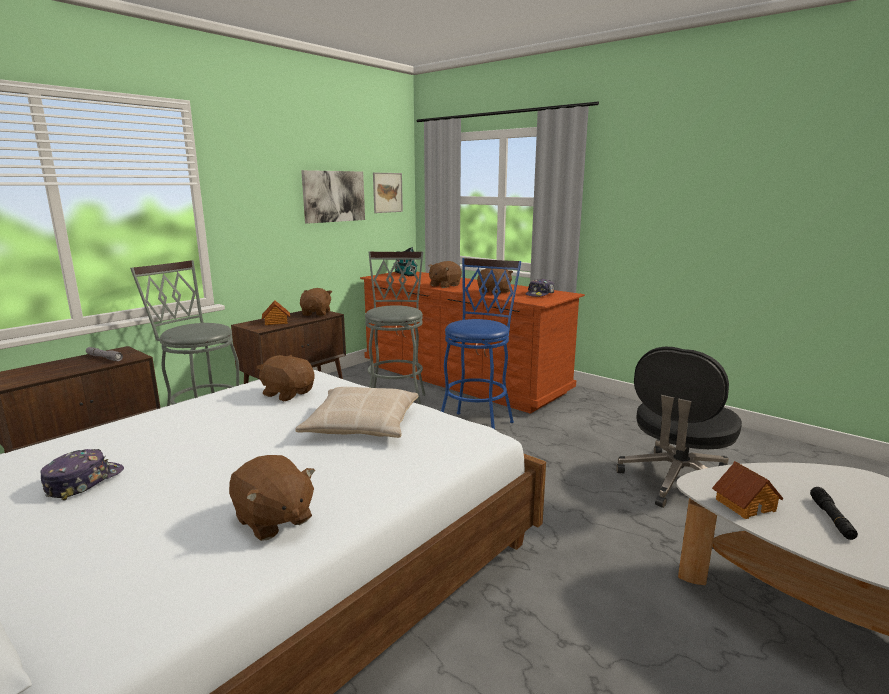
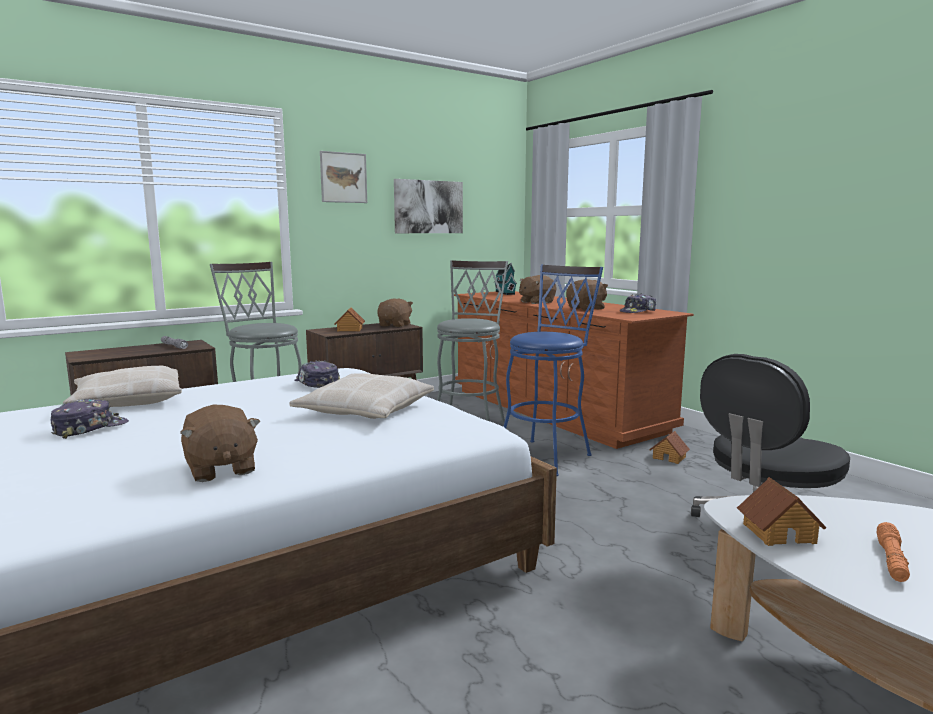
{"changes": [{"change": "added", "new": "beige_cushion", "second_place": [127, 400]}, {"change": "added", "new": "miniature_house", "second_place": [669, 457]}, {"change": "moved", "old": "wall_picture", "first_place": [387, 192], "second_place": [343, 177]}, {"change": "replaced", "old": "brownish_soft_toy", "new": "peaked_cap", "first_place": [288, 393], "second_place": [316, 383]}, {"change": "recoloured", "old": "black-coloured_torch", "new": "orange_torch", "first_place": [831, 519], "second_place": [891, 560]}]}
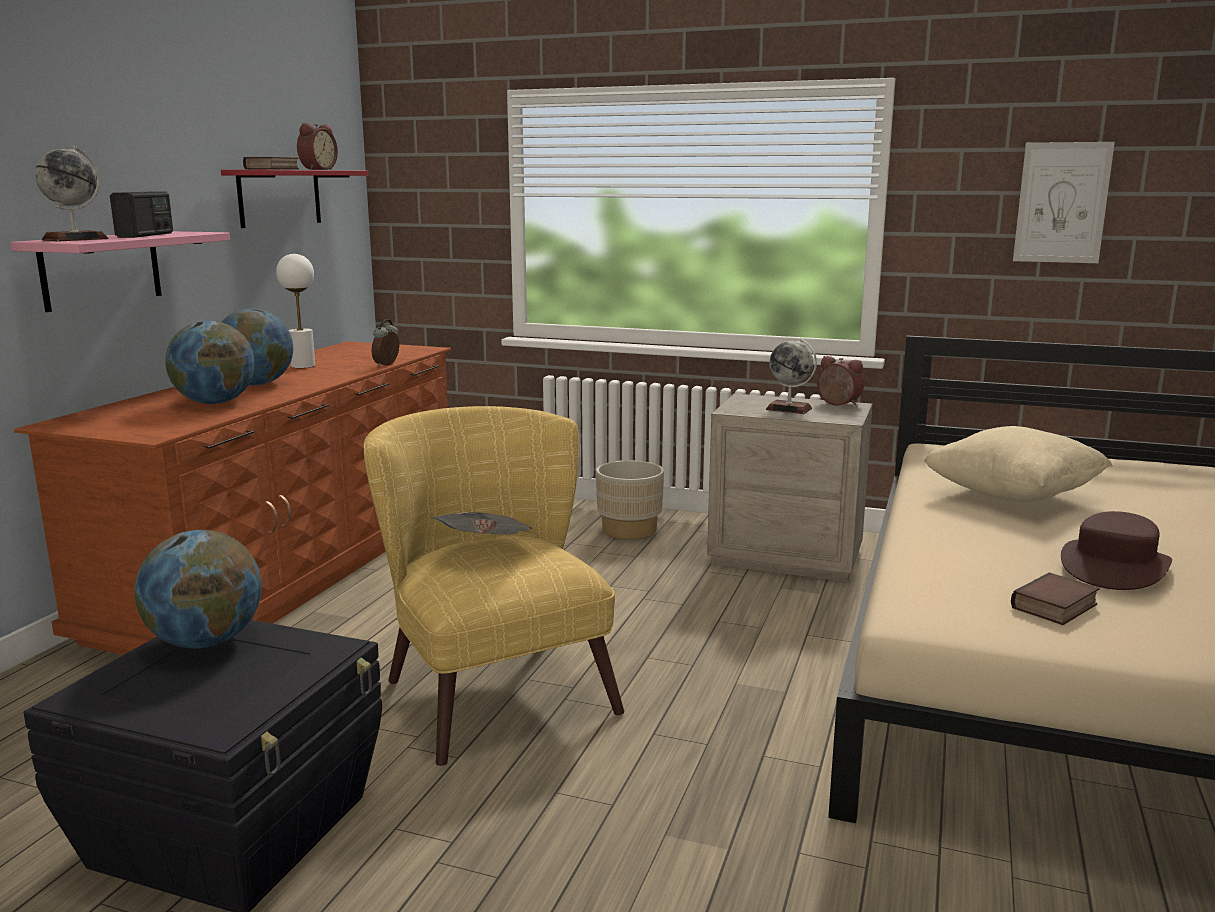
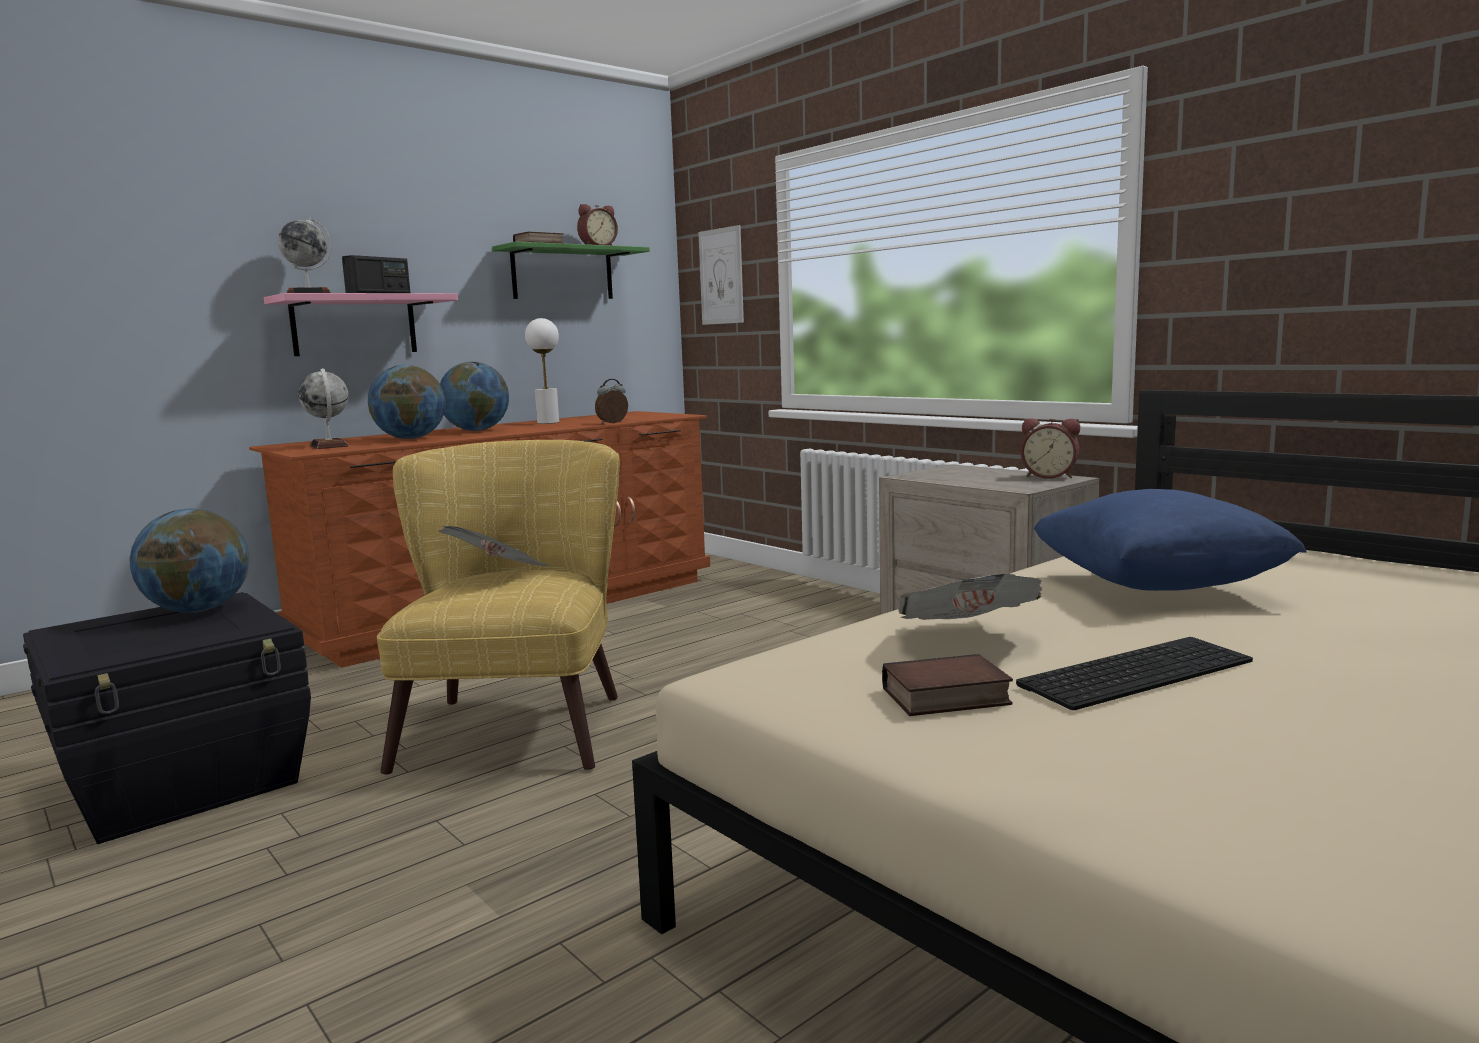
{"changes": [{"change": "removed", "old": "beige_flower_pot", "first_place": [629, 530]}, {"change": "added", "new": "newspaper", "second_place": [967, 639]}, {"change": "moved", "old": "globe", "first_place": [789, 409], "second_place": [329, 446]}, {"change": "moved", "old": "wall_picture", "first_place": [1062, 203], "second_place": [721, 276]}, {"change": "replaced", "old": "brownish_wearable_hat", "new": "computer_keyboard", "first_place": [1114, 567], "second_place": [1134, 671]}, {"change": "recoloured", "old": "reddish_bracket_shelf", "new": "green-coloured_bracket_shelf", "first_place": [280, 197], "second_place": [562, 274]}, {"change": "recoloured", "old": "beige_cushion", "new": "blue-coloured_cushion", "first_place": [1012, 497], "second_place": [1156, 588]}, {"change": "turned", "old": "alarm_clock", "first_place": [837, 404], "second_place": [1049, 476], "degrees": 135}]}
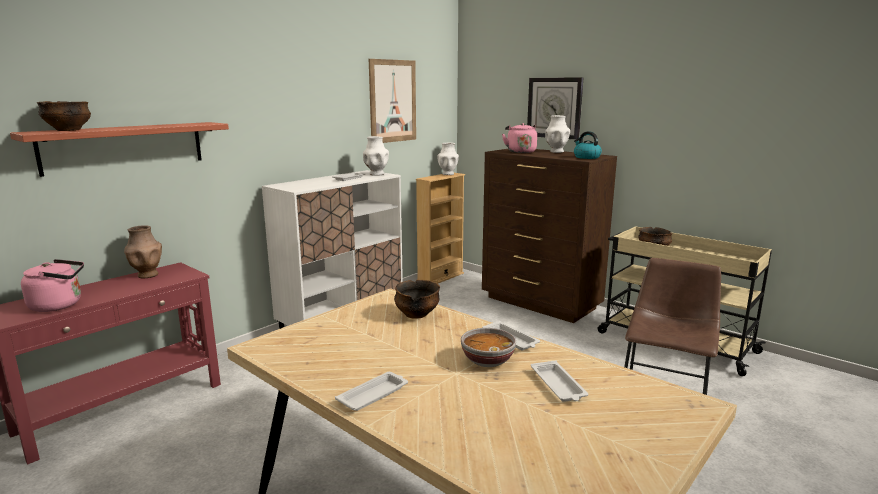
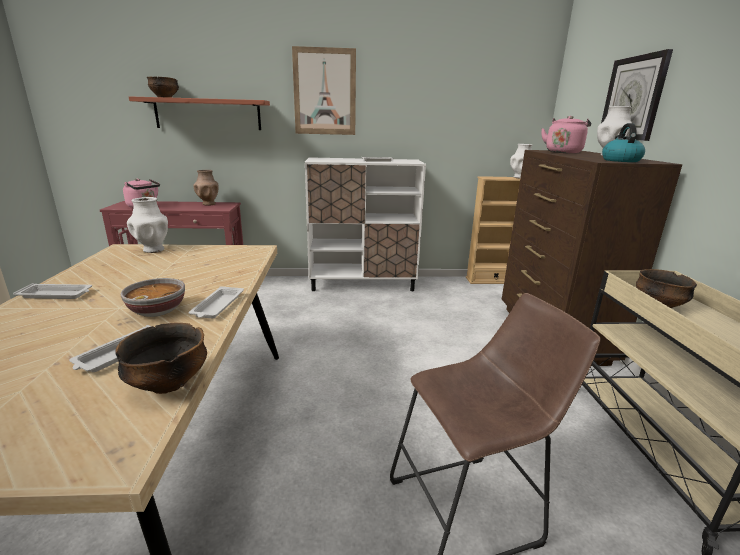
{"changes": [{"change": "moved", "old": "whitish_vase", "first_place": [376, 174], "second_place": [153, 250]}, {"change": "moved", "old": "wall_picture", "first_place": [393, 101], "second_place": [324, 92]}, {"change": "moved", "old": "deep_dish", "first_place": [416, 315], "second_place": [168, 384]}]}
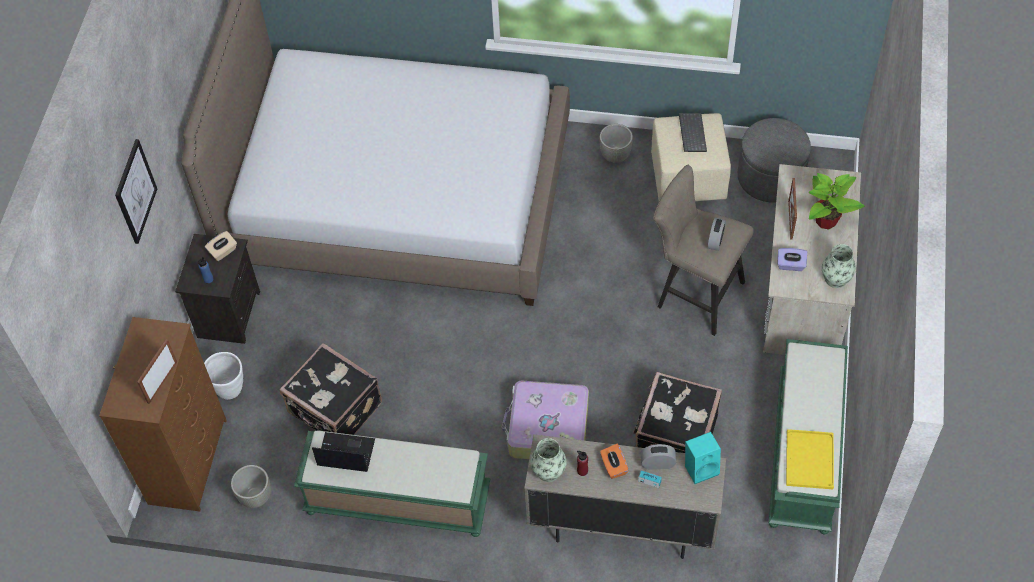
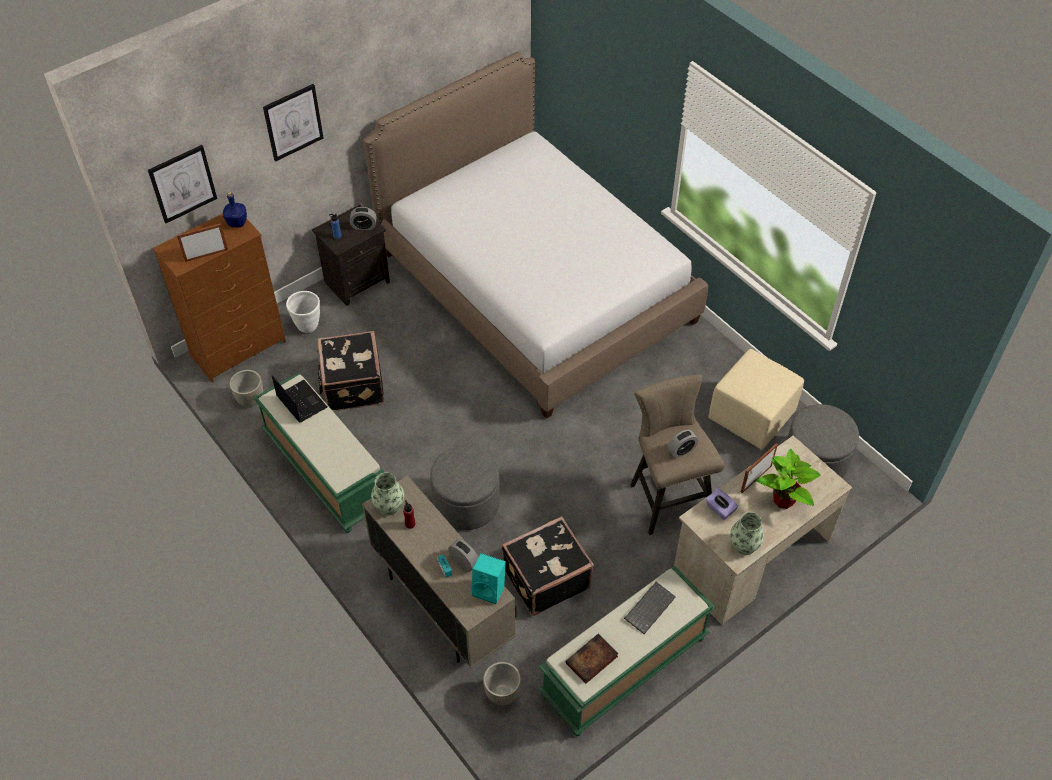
{"changes": [{"change": "removed", "old": "orange_tissue_holder", "first_place": [613, 466]}, {"change": "added", "new": "wall_picture", "second_place": [182, 183]}, {"change": "added", "new": "blue-coloured_beverage_bottle", "second_place": [237, 223]}, {"change": "moved", "old": "gray_flower_pot", "first_place": [615, 155], "second_place": [502, 693]}, {"change": "moved", "old": "computer_keyboard", "first_place": [691, 133], "second_place": [649, 607]}, {"change": "replaced", "old": "beige_tissue_holder", "new": "alarm_clock", "first_place": [223, 251], "second_place": [364, 226]}, {"change": "replaced", "old": "piece_of_luggage", "new": "gray_ottoman", "first_place": [547, 428], "second_place": [466, 503]}, {"change": "replaced", "old": "yellow_serving_tray", "new": "volume", "first_place": [810, 461], "second_place": [591, 661]}]}
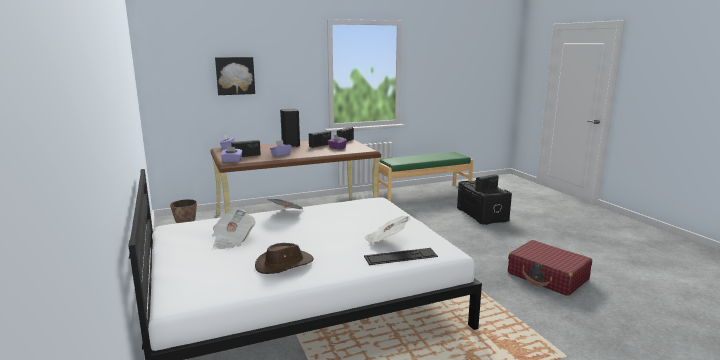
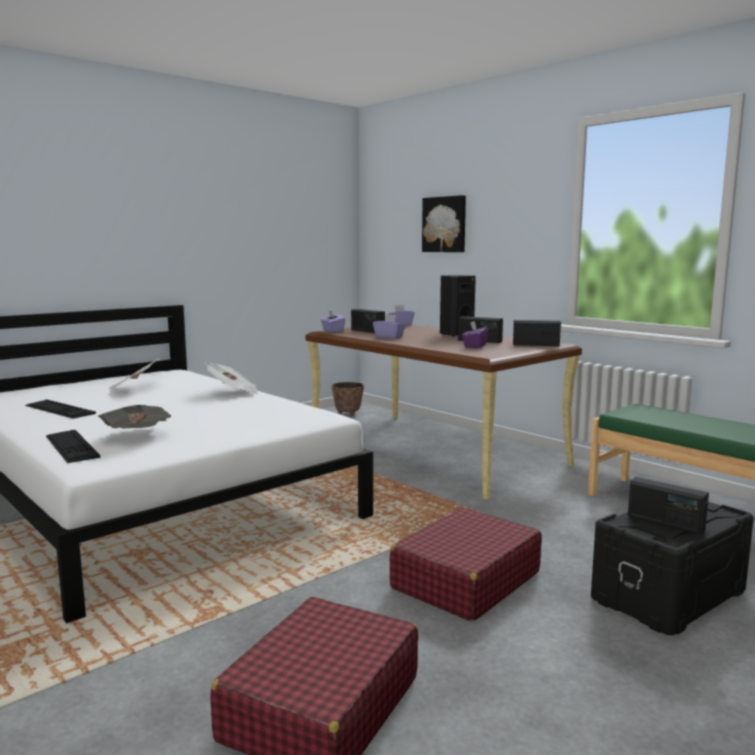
{"changes": [{"change": "added", "new": "reddish_piece_of_luggage", "second_place": [465, 581]}, {"change": "replaced", "old": "brownish_wearable_hat", "new": "computer_keyboard", "first_place": [284, 264], "second_place": [59, 409]}]}
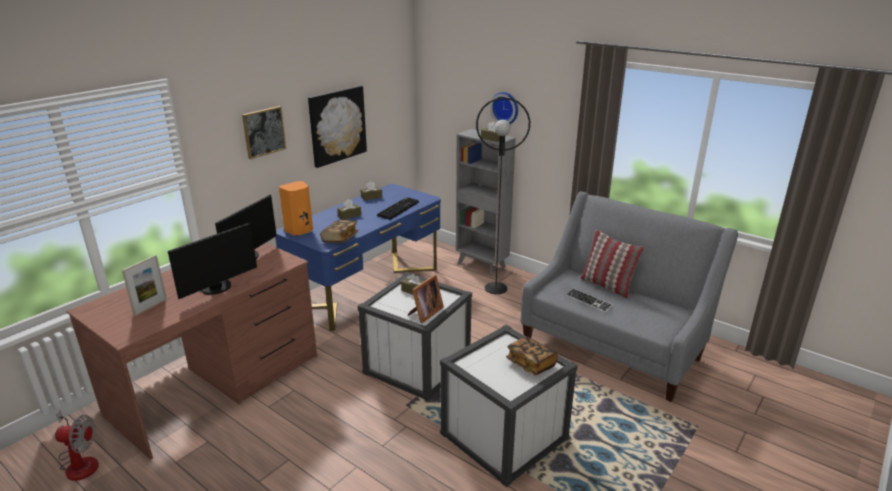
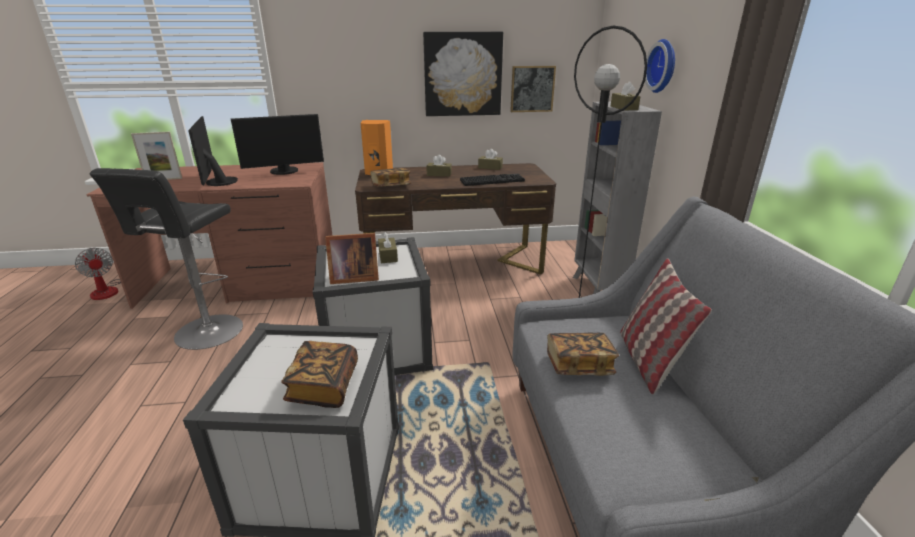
{"changes": [{"change": "added", "new": "black-coloured_sitting_stool", "second_place": [206, 334]}, {"change": "moved", "old": "wall_picture", "first_place": [264, 132], "second_place": [532, 89]}, {"change": "replaced", "old": "computer_keyboard", "new": "volume", "first_place": [588, 301], "second_place": [579, 365]}, {"change": "recoloured", "old": "blue-coloured_desk_table", "new": "brownish_desk_table", "first_place": [367, 287], "second_place": [454, 263]}, {"change": "turned", "old": "monitor", "first_place": [217, 288], "second_place": [218, 182], "degrees": 75}]}
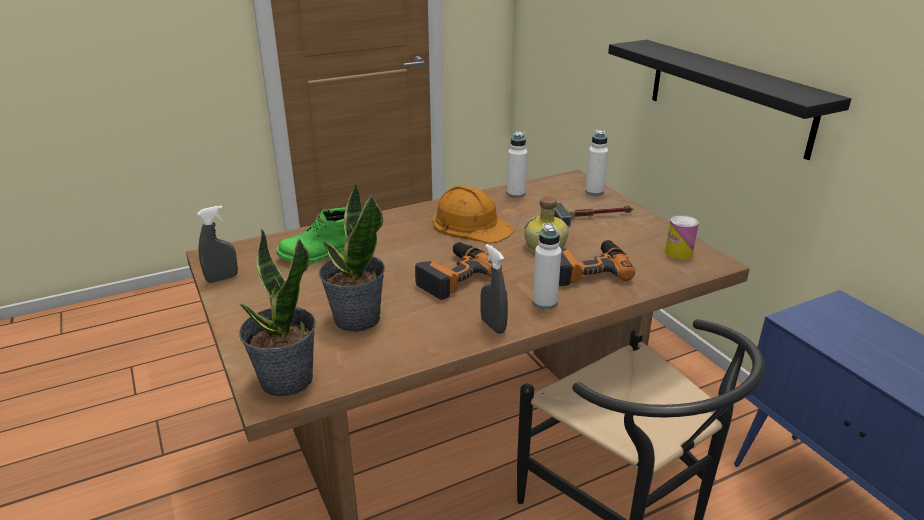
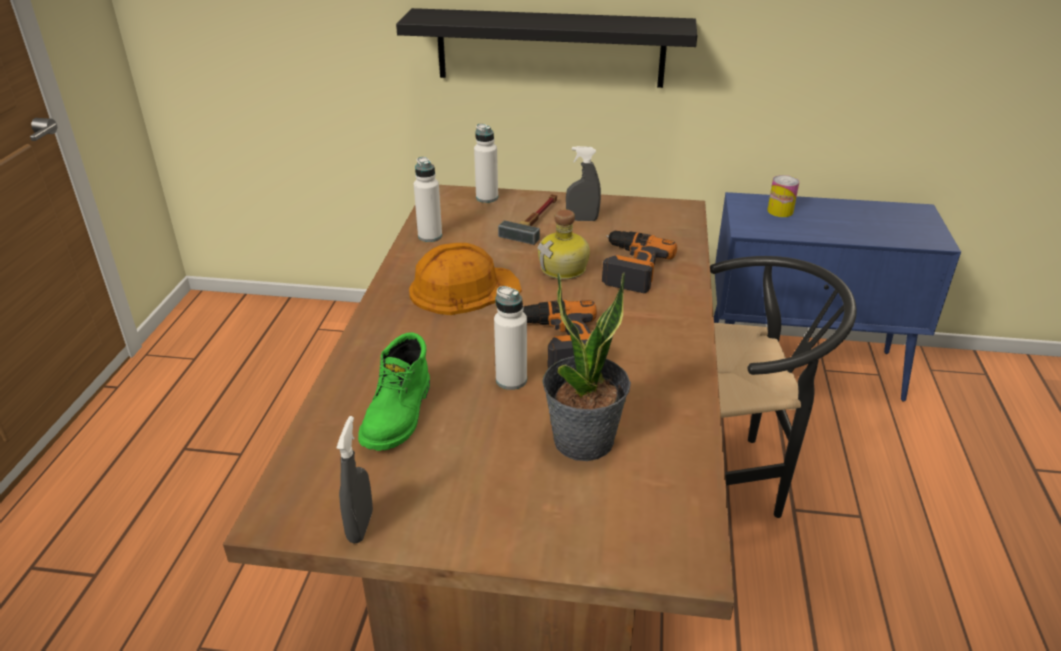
{"changes": [{"change": "removed", "old": "potted_plant", "first_place": [286, 380]}, {"change": "moved", "old": "gray_spray_bottle", "first_place": [493, 326], "second_place": [582, 219]}, {"change": "moved", "old": "whitish_beverage_bottle", "first_place": [544, 302], "second_place": [511, 380]}, {"change": "moved", "old": "metal_can", "first_place": [678, 253], "second_place": [780, 211]}]}
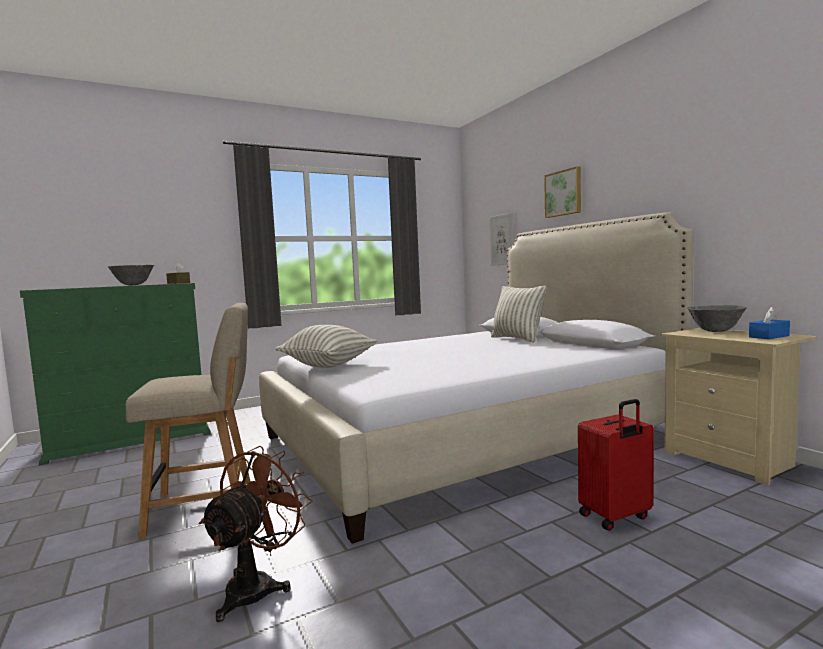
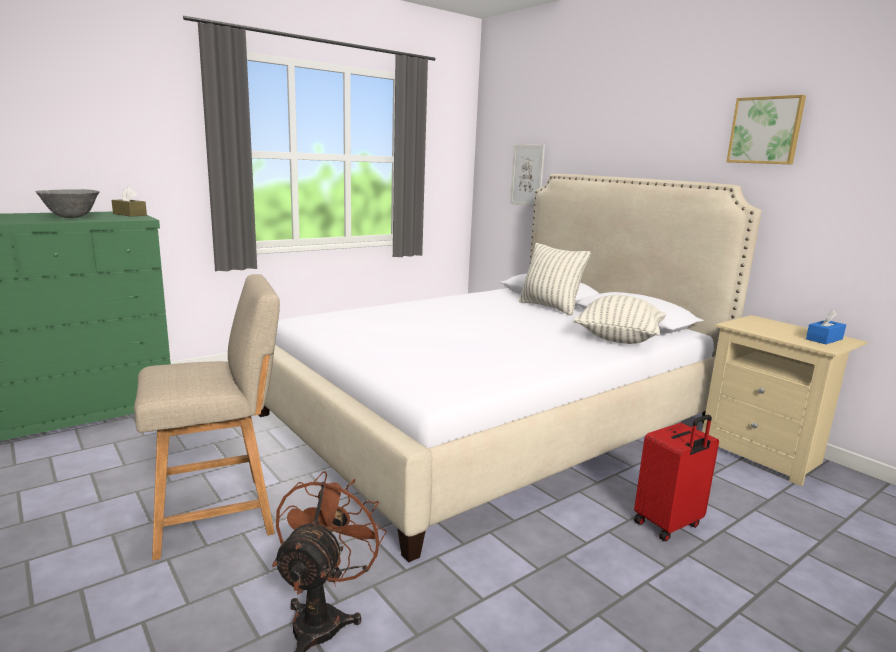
{"changes": [{"change": "removed", "old": "gray_deep_dish", "first_place": [715, 331]}, {"change": "moved", "old": "cushion", "first_place": [328, 365], "second_place": [618, 339]}, {"change": "moved", "old": "wall_picture", "first_place": [564, 193], "second_place": [766, 130]}]}
